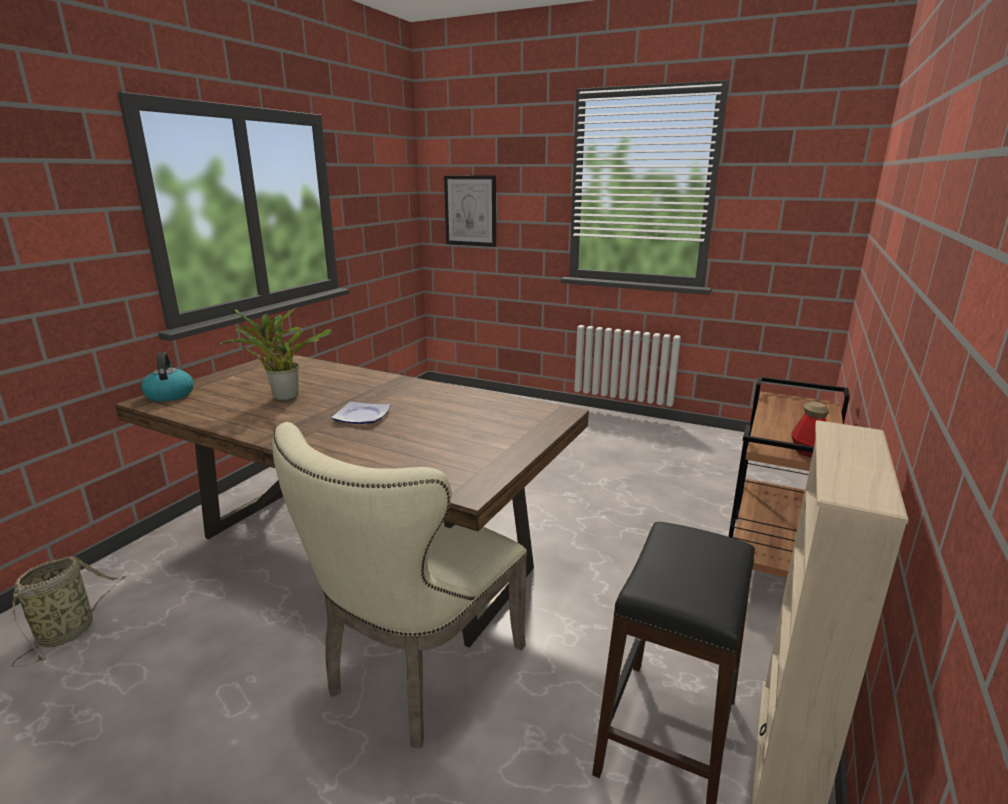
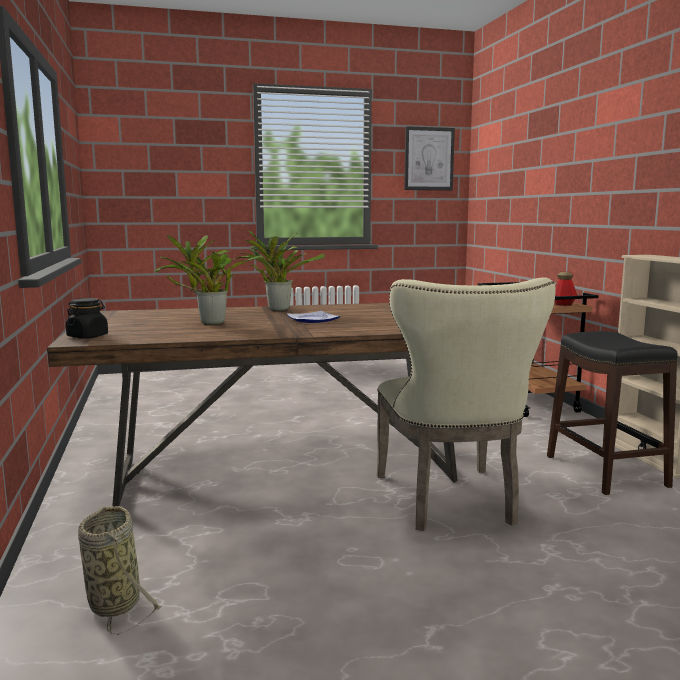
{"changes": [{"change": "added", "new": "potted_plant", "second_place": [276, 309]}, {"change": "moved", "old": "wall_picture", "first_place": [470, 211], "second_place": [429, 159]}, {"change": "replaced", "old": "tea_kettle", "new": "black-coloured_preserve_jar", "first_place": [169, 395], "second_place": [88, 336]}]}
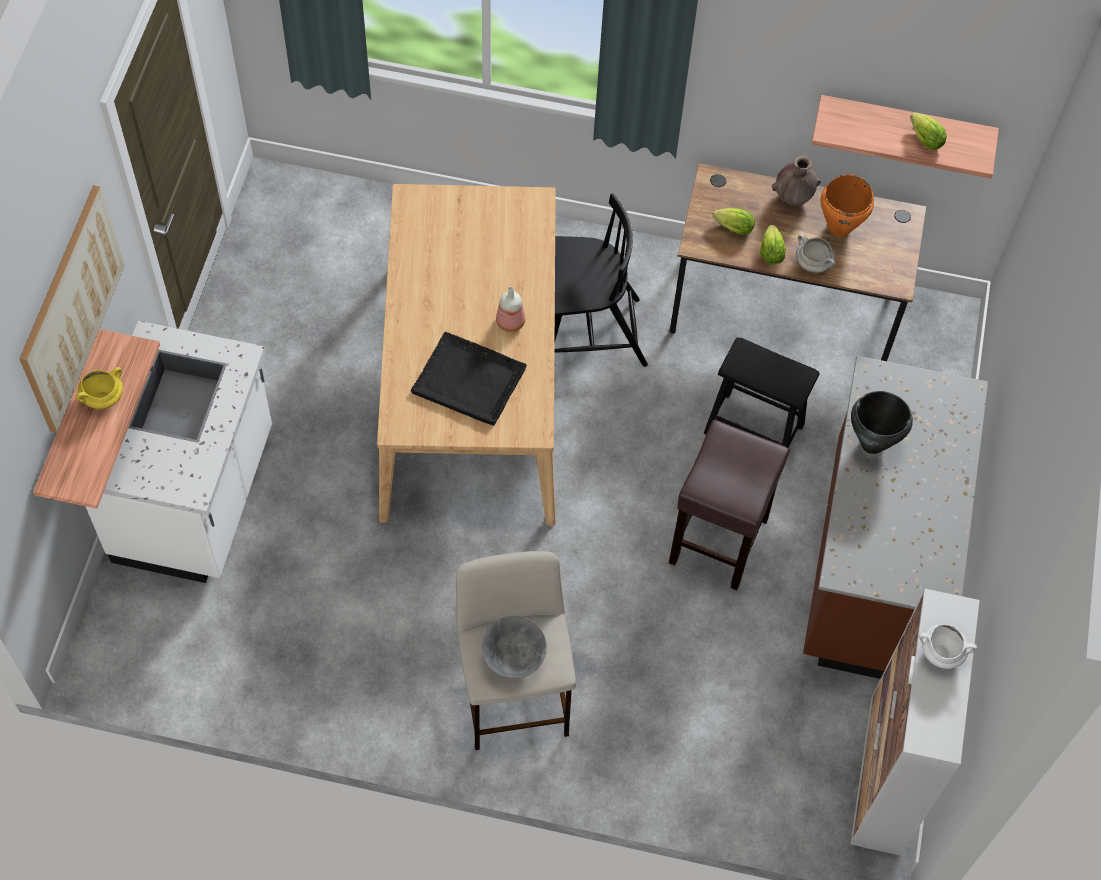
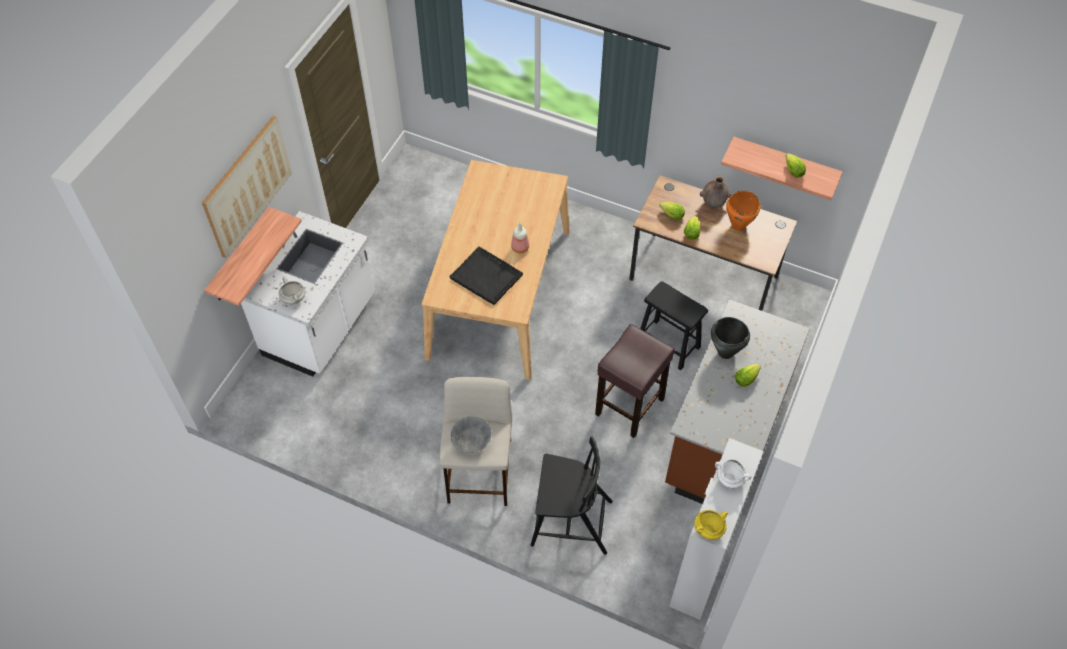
{"changes": [{"change": "added", "new": "lettuce_head", "second_place": [747, 378]}, {"change": "moved", "old": "yellow_stockpot", "first_place": [103, 397], "second_place": [709, 529]}, {"change": "moved", "old": "black-coloured_plain_chair", "first_place": [588, 335], "second_place": [569, 522]}, {"change": "moved", "old": "whitish_stockpot", "first_place": [813, 264], "second_place": [294, 298]}]}
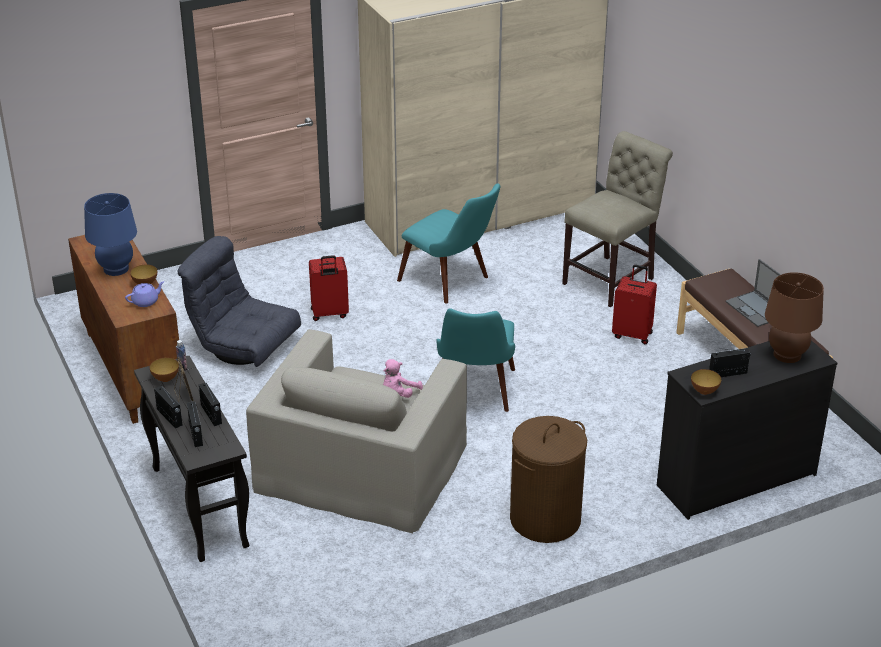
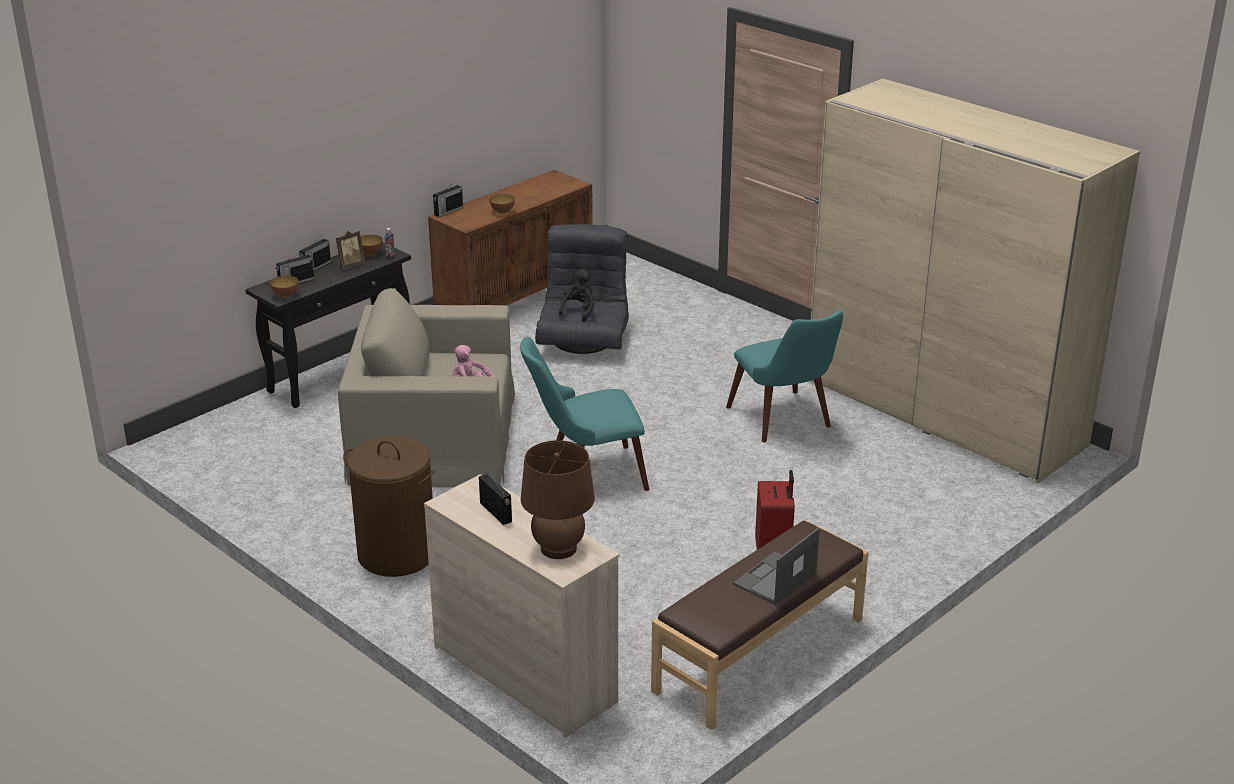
{"changes": [{"change": "removed", "old": "blue-coloured_tabletop_lamp", "first_place": [116, 269]}, {"change": "removed", "old": "purple-coloured_pot_for_tea", "first_place": [146, 301]}, {"change": "removed", "old": "reddish_piece_of_luggage", "first_place": [329, 314]}, {"change": "removed", "old": "beige_plain_chair", "first_place": [612, 279]}, {"change": "added", "new": "black-coloured_soft_toy", "second_place": [579, 311]}, {"change": "moved", "old": "radio_set", "first_place": [211, 415], "second_place": [448, 211]}, {"change": "moved", "old": "deep_dish", "first_place": [704, 391], "second_place": [285, 295]}, {"change": "recoloured", "old": "black-coloured_drawer_chest", "new": "beige_drawer_chest", "first_place": [735, 480], "second_place": [525, 674]}, {"change": "turned", "old": "turquoise_plain_chair", "first_place": [452, 282], "second_place": [786, 422], "degrees": -45}]}
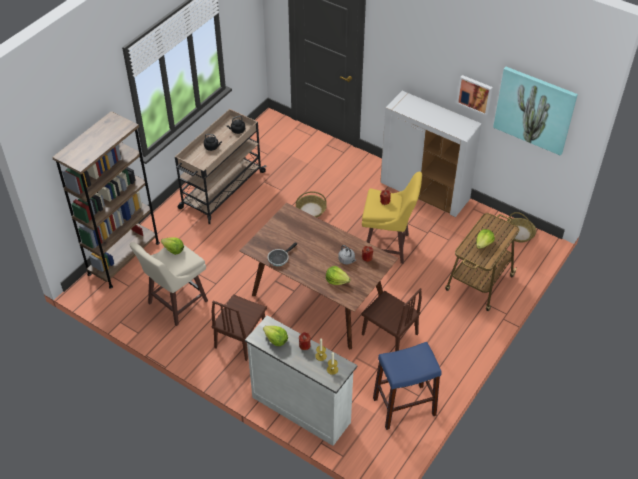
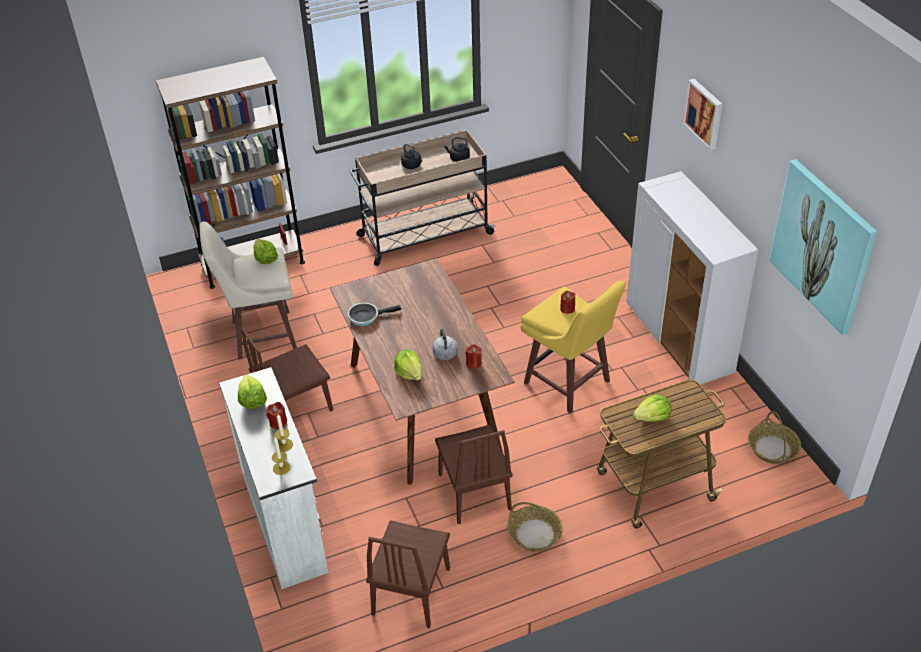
{"changes": [{"change": "moved", "old": "household_basket", "first_place": [311, 210], "second_place": [534, 534]}, {"change": "moved", "old": "wall_picture", "first_place": [475, 94], "second_place": [704, 113]}, {"change": "replaced", "old": "blue-coloured_sitting_stool", "new": "brownish_plain_chair", "first_place": [404, 406], "second_place": [411, 590]}]}
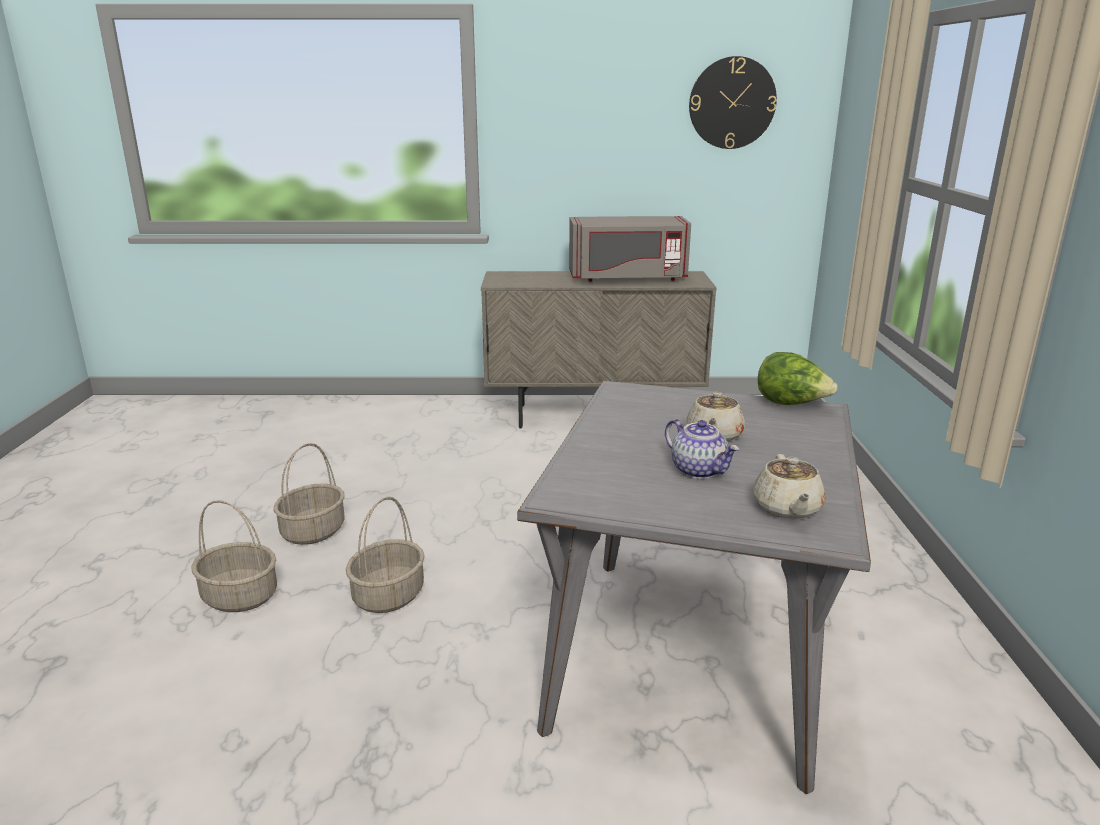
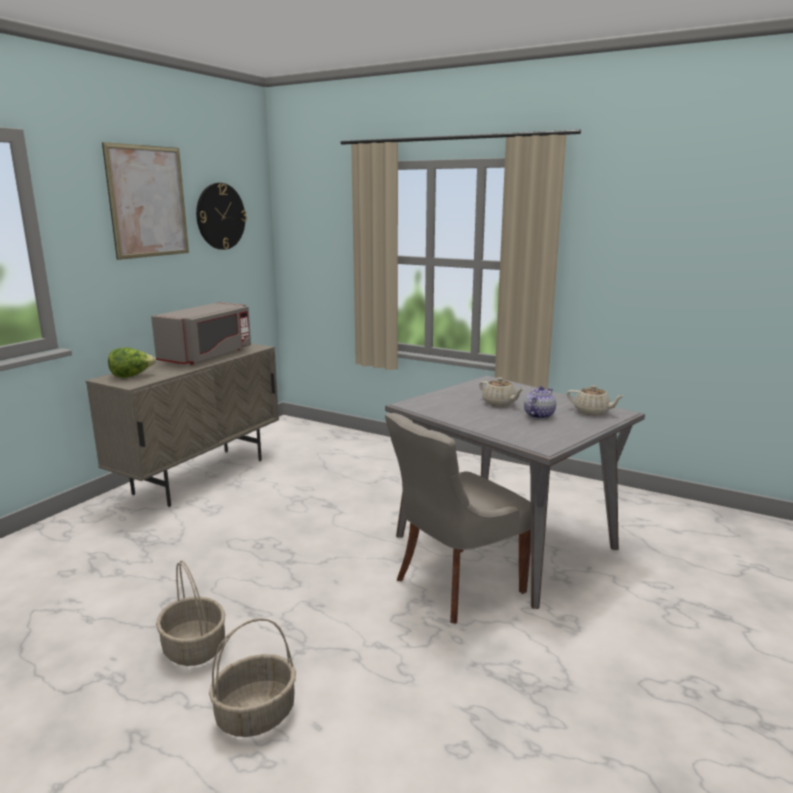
{"changes": [{"change": "removed", "old": "household_basket", "first_place": [388, 596]}, {"change": "added", "new": "wall_picture", "second_place": [148, 202]}, {"change": "added", "new": "gray_plain_chair", "second_place": [455, 585]}, {"change": "moved", "old": "lettuce_head", "first_place": [791, 404], "second_place": [132, 376]}, {"change": "turned", "old": "pot_for_tea", "first_place": [699, 470], "second_place": [538, 415], "degrees": -45}]}
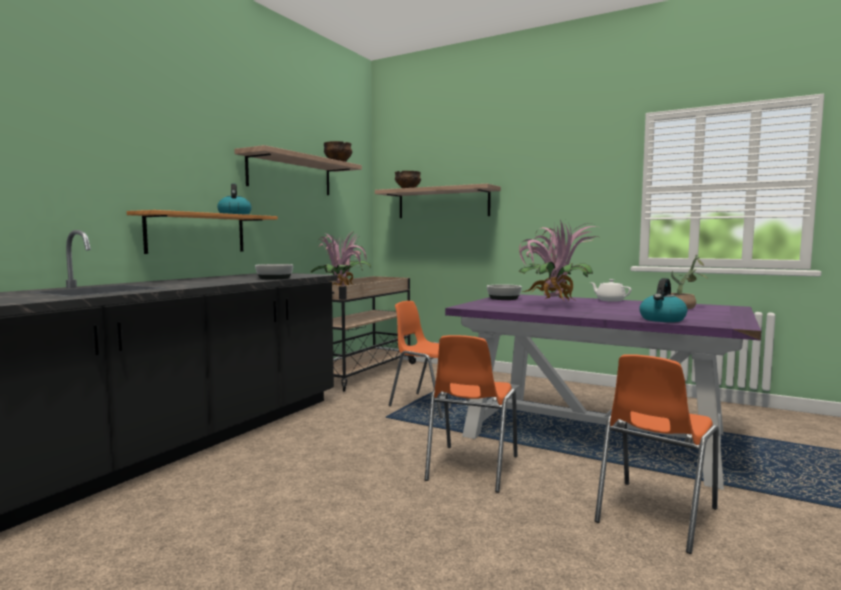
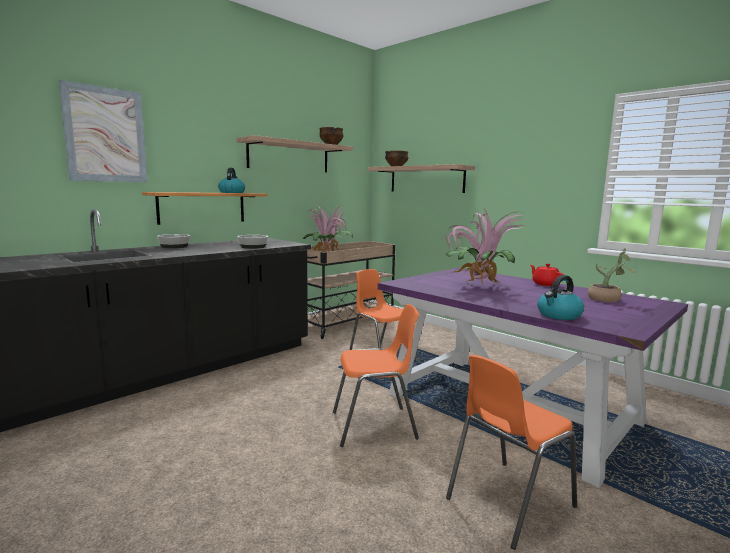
{"changes": [{"change": "added", "new": "wall_picture", "second_place": [105, 135]}, {"change": "moved", "old": "deep_dish", "first_place": [503, 298], "second_place": [174, 246]}, {"change": "recoloured", "old": "whitish_pot_for_tea", "new": "reddish_pot_for_tea", "first_place": [610, 300], "second_place": [545, 284]}, {"change": "turned", "old": "orange_plain_chair", "first_place": [471, 468], "second_place": [374, 426], "degrees": -135}]}
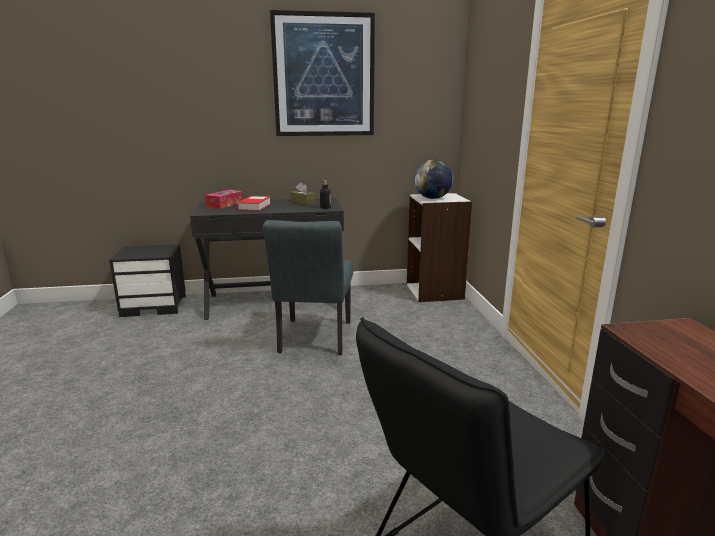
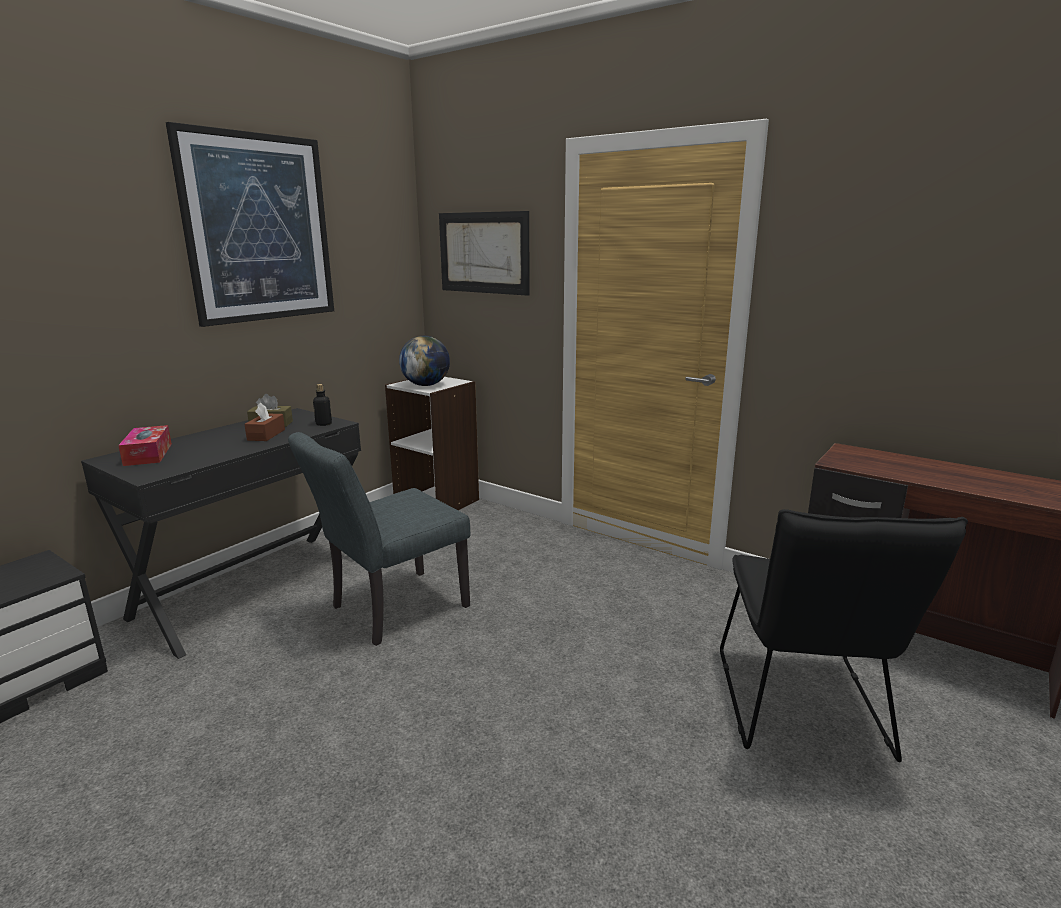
{"changes": [{"change": "removed", "old": "volume", "first_place": [254, 206]}, {"change": "added", "new": "brownish_tissue_holder", "second_place": [266, 435]}, {"change": "added", "new": "wall_picture", "second_place": [483, 253]}, {"change": "turned", "old": "gray_plain_chair", "first_place": [313, 340], "second_place": [390, 610], "degrees": 90}]}
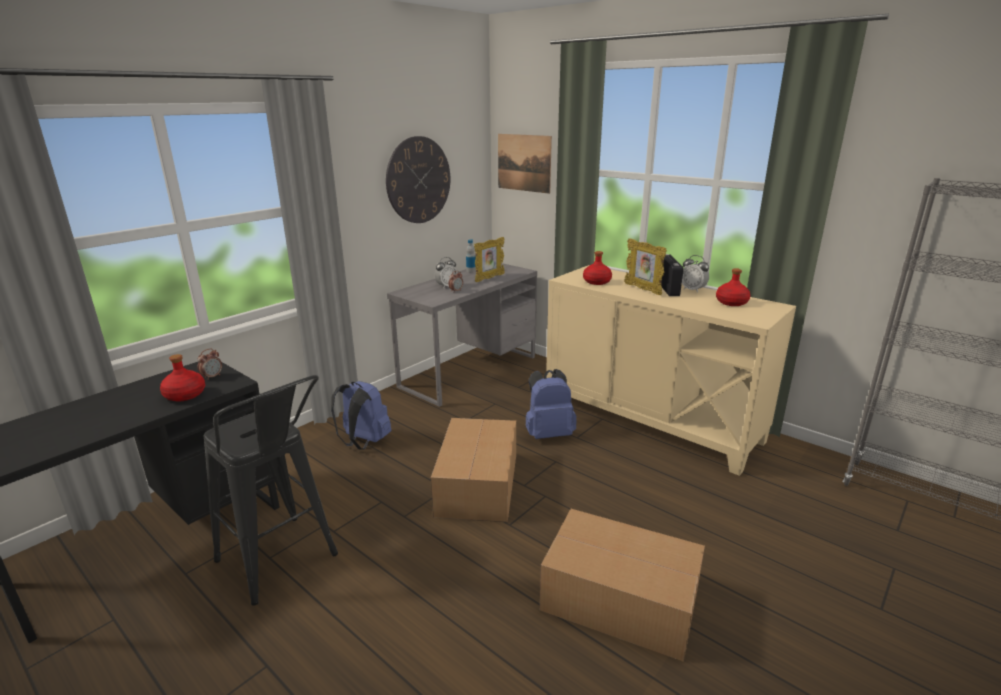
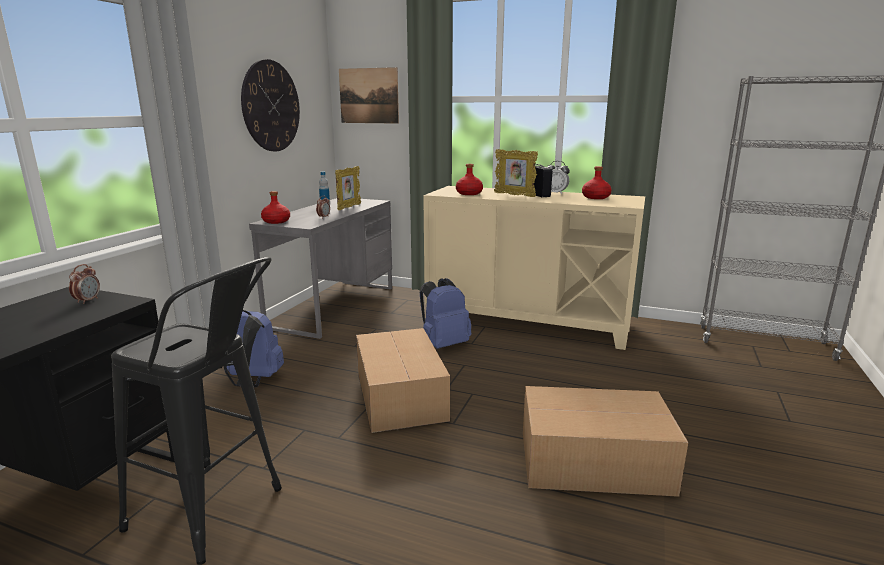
{"changes": [{"change": "removed", "old": "alarm_clock", "first_place": [446, 286]}, {"change": "moved", "old": "reddish_beverage_bottle", "first_place": [185, 395], "second_place": [276, 221]}]}
